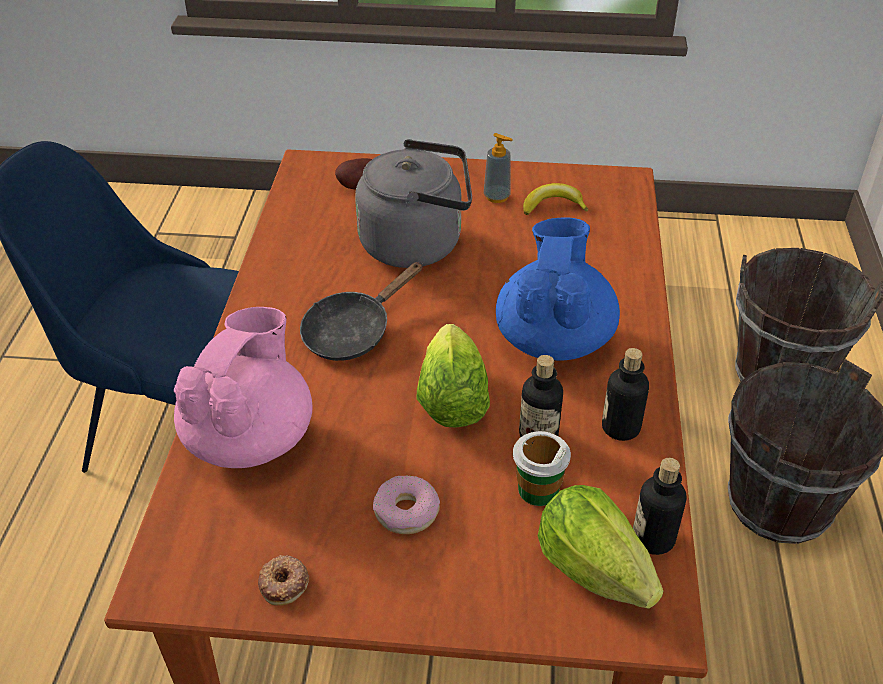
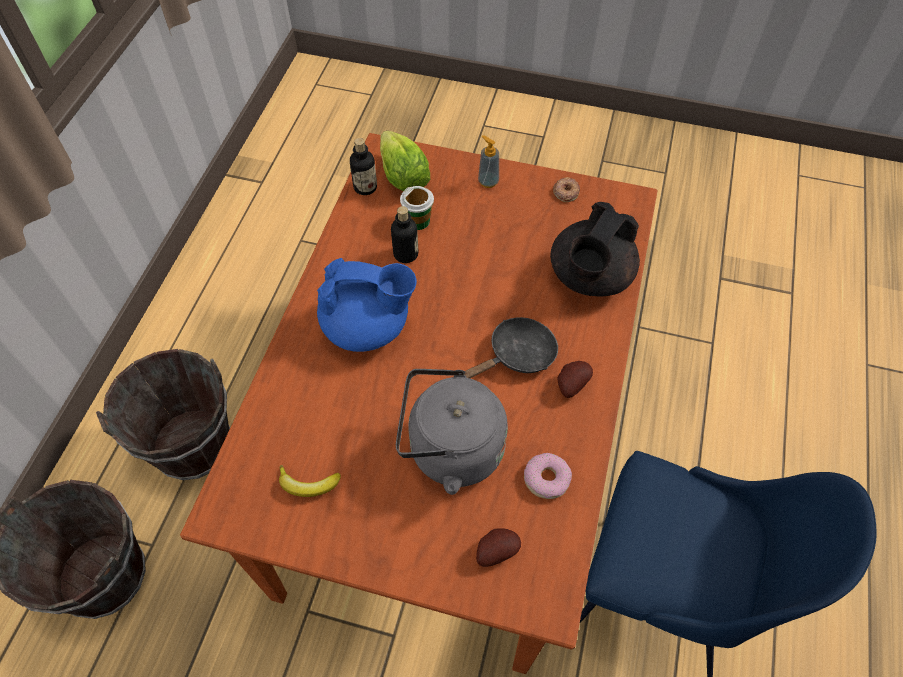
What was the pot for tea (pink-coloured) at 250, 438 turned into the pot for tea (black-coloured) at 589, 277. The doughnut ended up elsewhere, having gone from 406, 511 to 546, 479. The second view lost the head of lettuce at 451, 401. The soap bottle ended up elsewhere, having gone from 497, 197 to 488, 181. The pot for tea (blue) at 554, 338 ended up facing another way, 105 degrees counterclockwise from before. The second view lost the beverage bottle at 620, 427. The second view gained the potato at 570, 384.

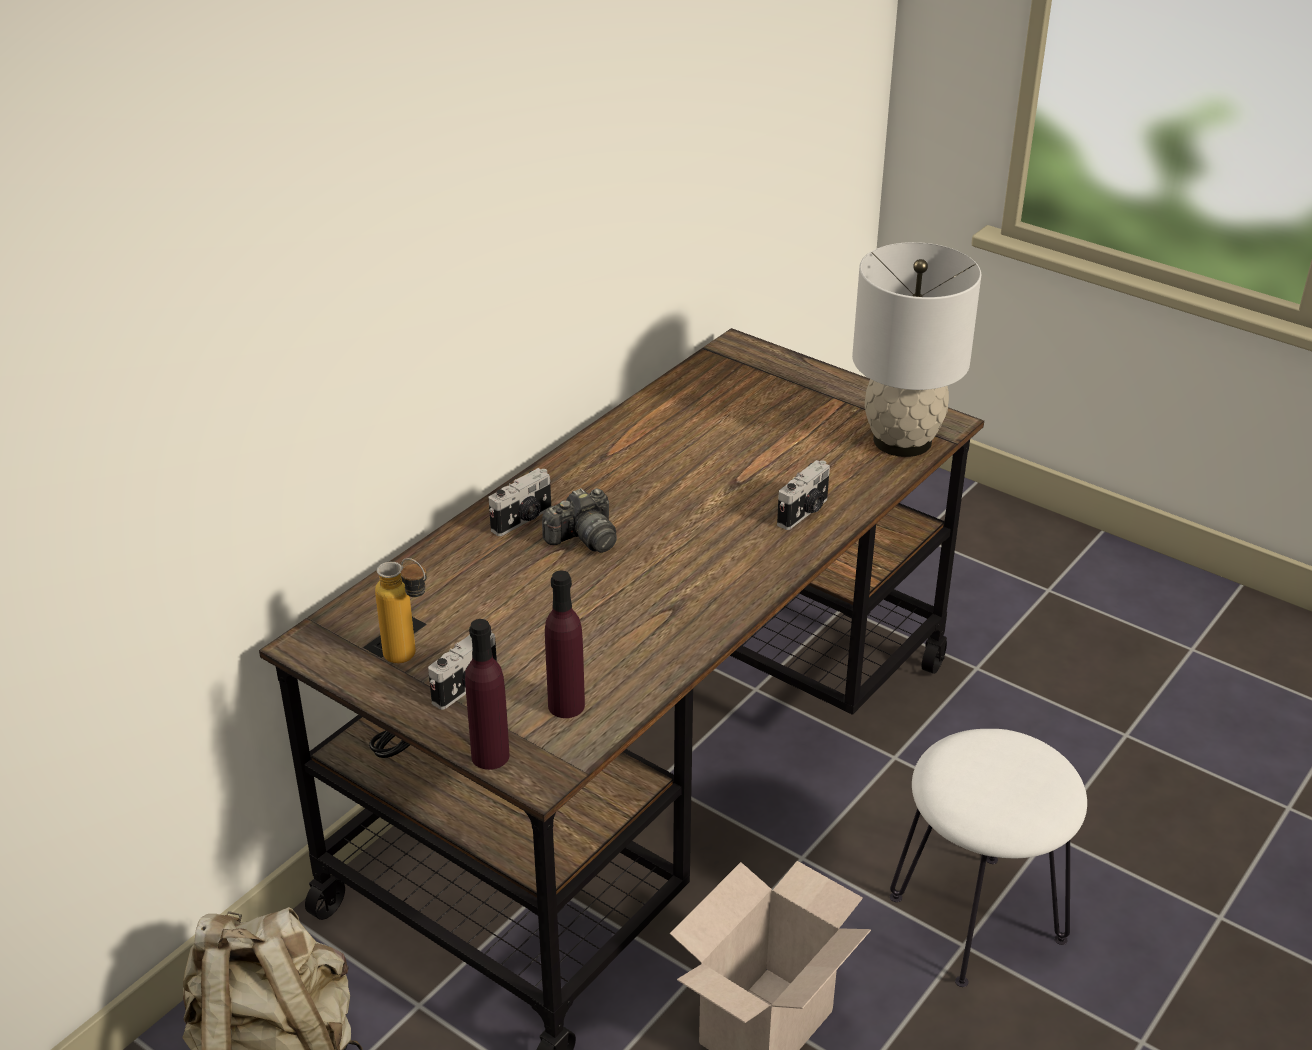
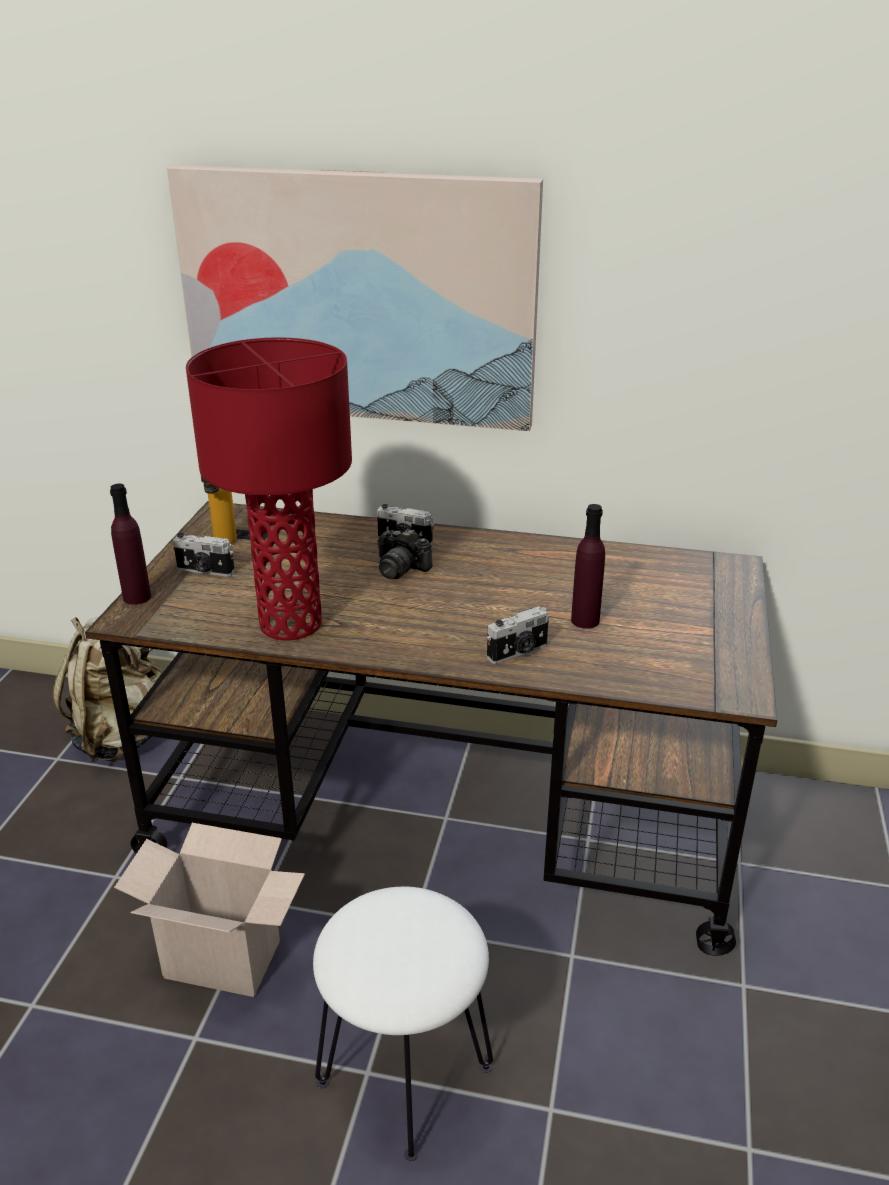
The beverage bottle (purple-coloured) ended up elsewhere, having gone from 566, 705 to 585, 620. The still camera at 804, 512 ended up facing another way, 45 degrees counterclockwise from before. The second view lost the lamp for a table (whitish) at 903, 441. The second view gained the picture at 358, 298. The second view gained the lamp for a table (red) at 290, 624.

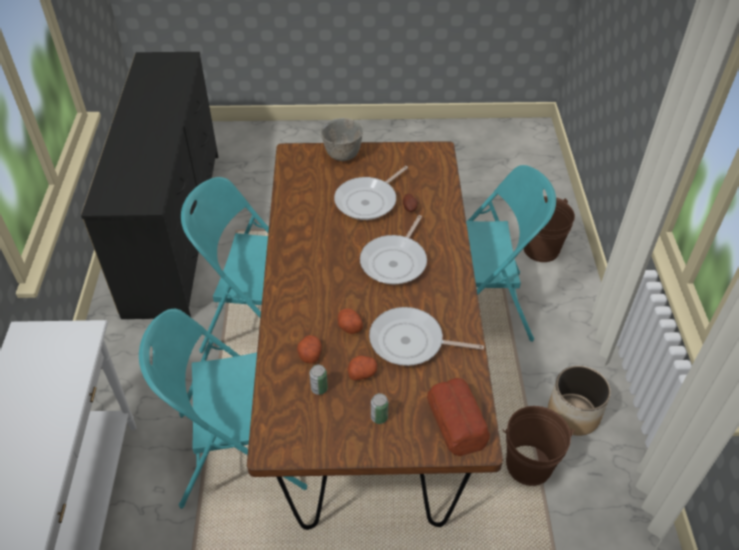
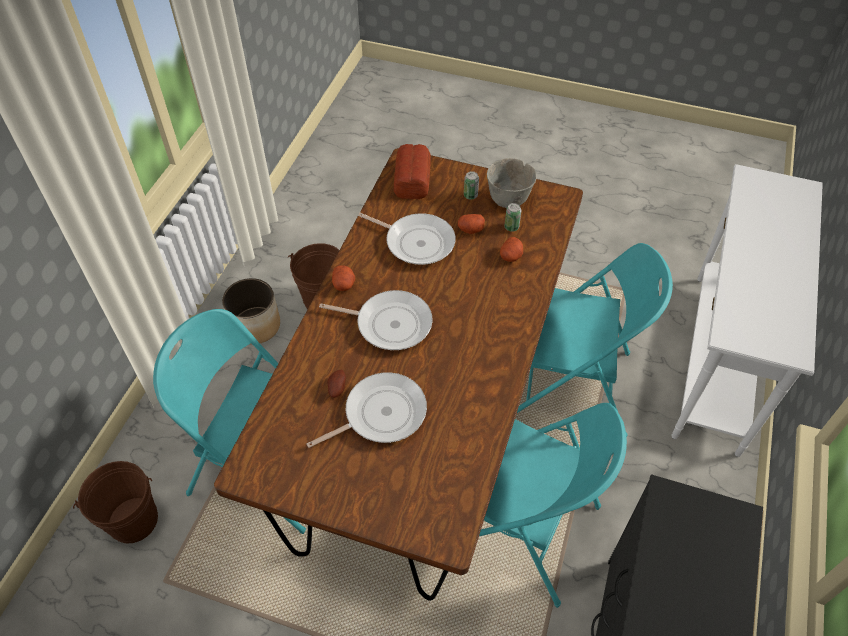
The serving bowl (gray) ended up elsewhere, having gone from 342, 155 to 509, 199. The potato ended up elsewhere, having gone from 349, 326 to 344, 284. The pan at 395, 261 ended up facing another way, 60 degrees clockwise from before.

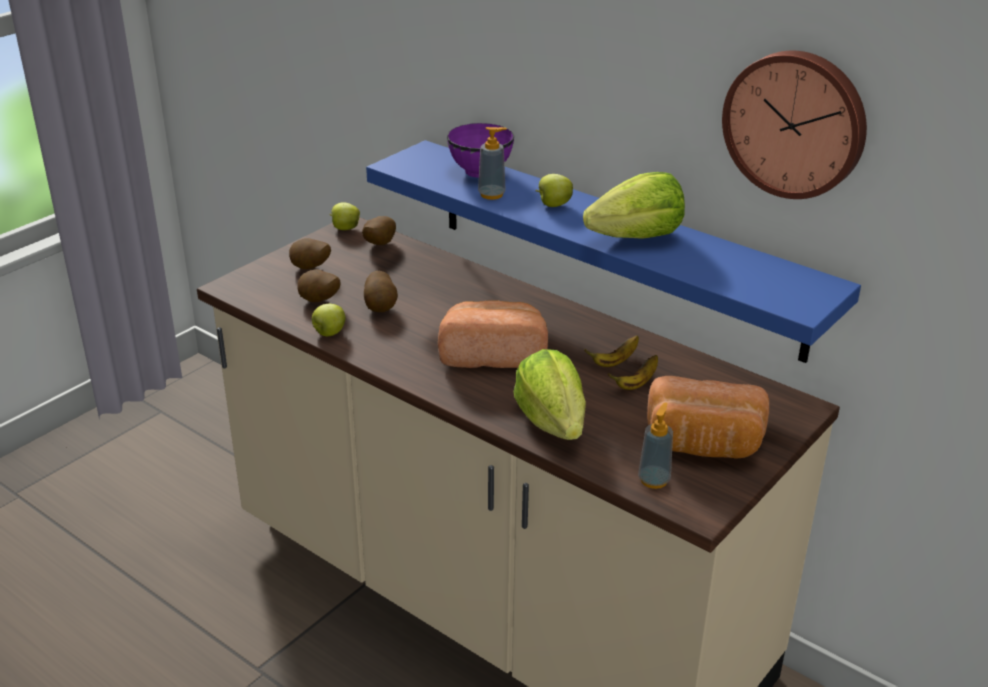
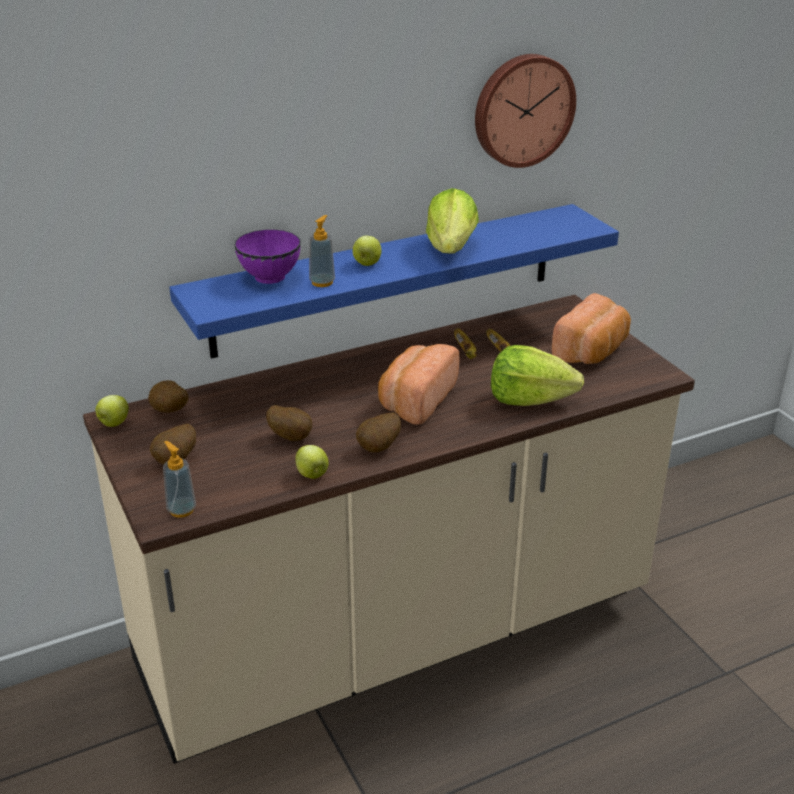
The potato ended up elsewhere, having gone from 319, 302 to 380, 448. The soap bottle ended up elsewhere, having gone from 654, 480 to 181, 510.

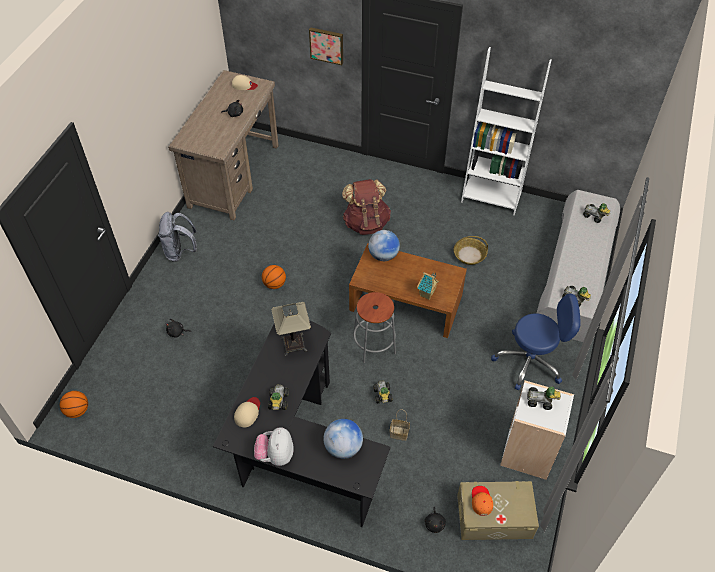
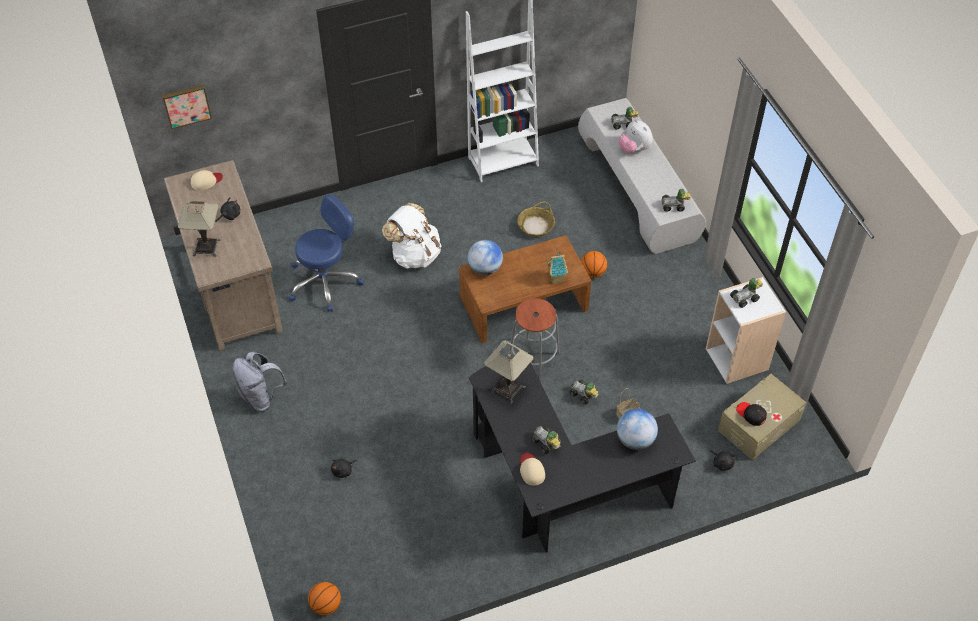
The plush toy ended up elsewhere, having gone from 275, 455 to 634, 149. The ball for basketball ended up elsewhere, having gone from 274, 284 to 592, 273. The picture ended up elsewhere, having gone from 327, 45 to 186, 105. What was the rucksack (brownish) at 366, 223 turned into the rucksack (whitish) at 414, 254. What was the cap (orange) at 481, 501 turned into the cap (black-coloured) at 751, 414. The desk chair (blue) ended up elsewhere, having gone from 532, 361 to 327, 280. The second view gained the lamp for a table at 206, 247.

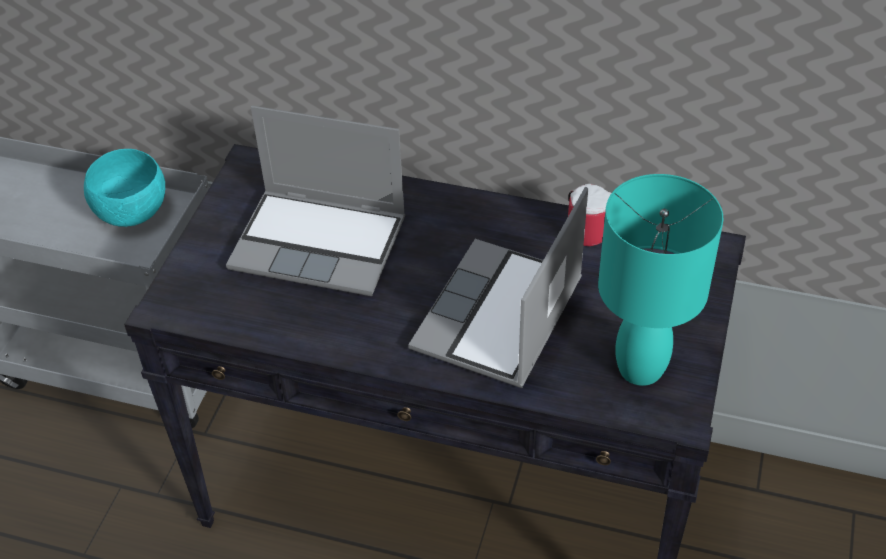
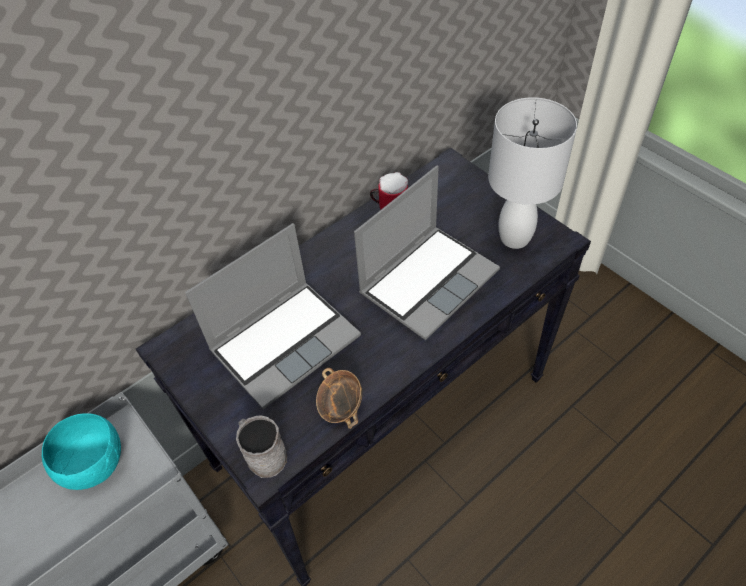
The laptop at 499, 318 ended up facing another way, 105 degrees counterclockwise from before. What was the lamp for a table (blue-green) at 640, 367 turned into the lamp for a table (whitish) at 513, 237. The second view gained the tea mug (gray) at 263, 454. The second view gained the serving bowl at 340, 407.

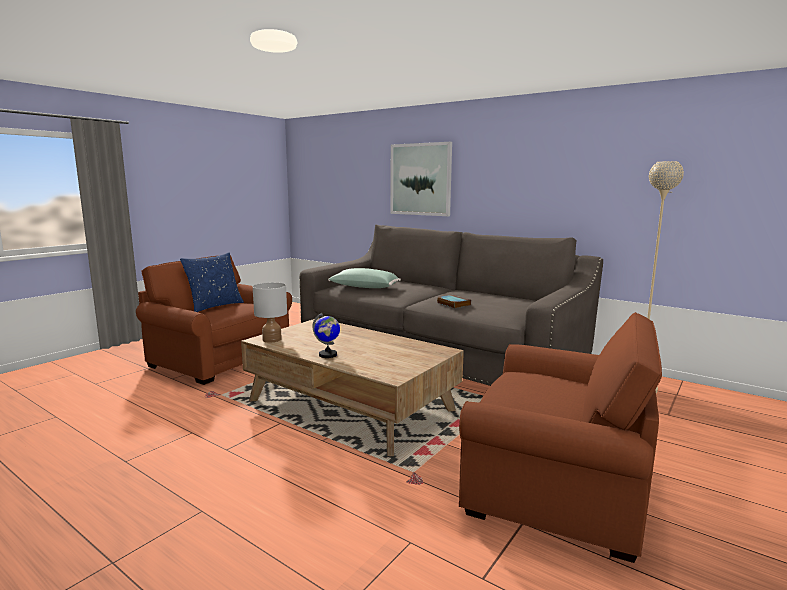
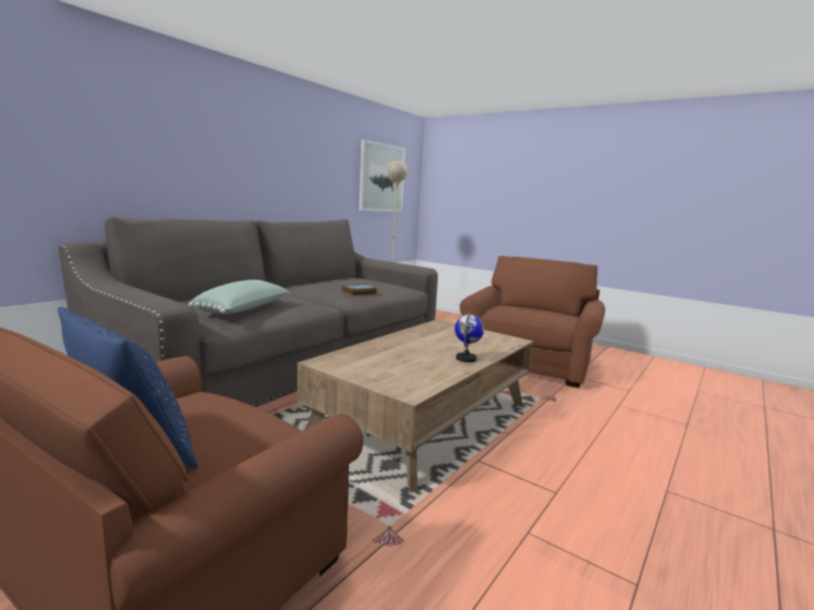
The second view lost the lamp for a table (gray) at 271, 339. The picture ended up elsewhere, having gone from 420, 179 to 382, 178.

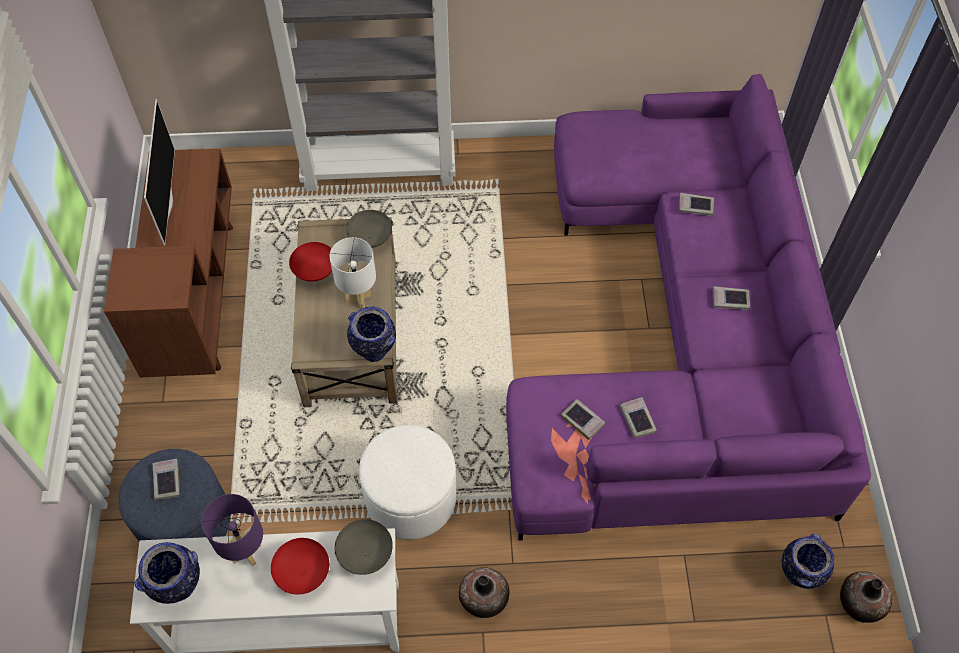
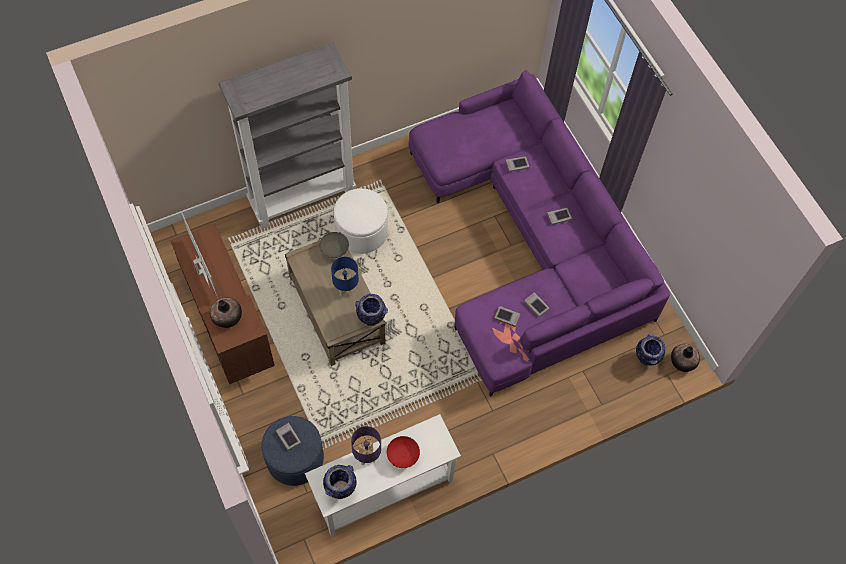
The second view lost the serving bowl (red) at 314, 270. What was the lamp for a table (whitish) at 358, 298 turned into the lamp for a table (blue) at 346, 290. The second view lost the serving bowl (gray) at 365, 554. The pouffe (whitish) ended up elsewhere, having gone from 411, 497 to 361, 231. The flower vase ended up elsewhere, having gone from 484, 598 to 227, 317.

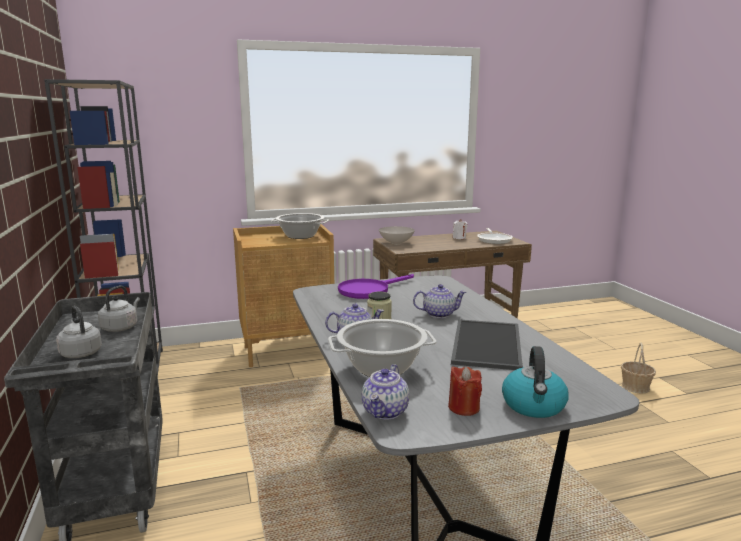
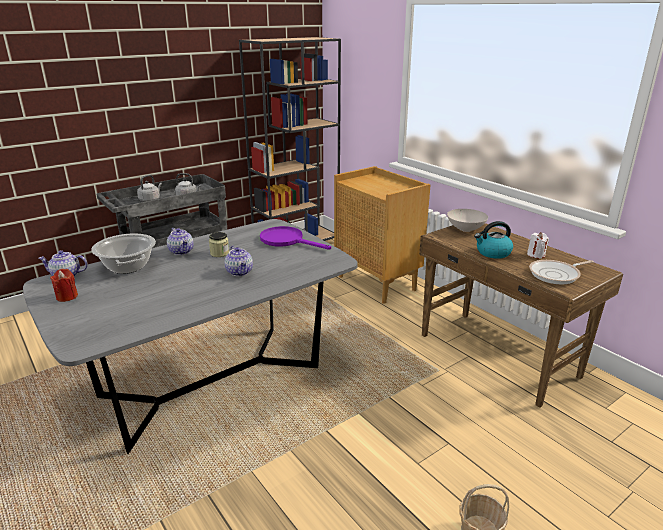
The second view lost the saucepot at 300, 236. The second view lost the tray at 485, 343. The water kettle ended up elsewhere, having gone from 534, 406 to 492, 253.

